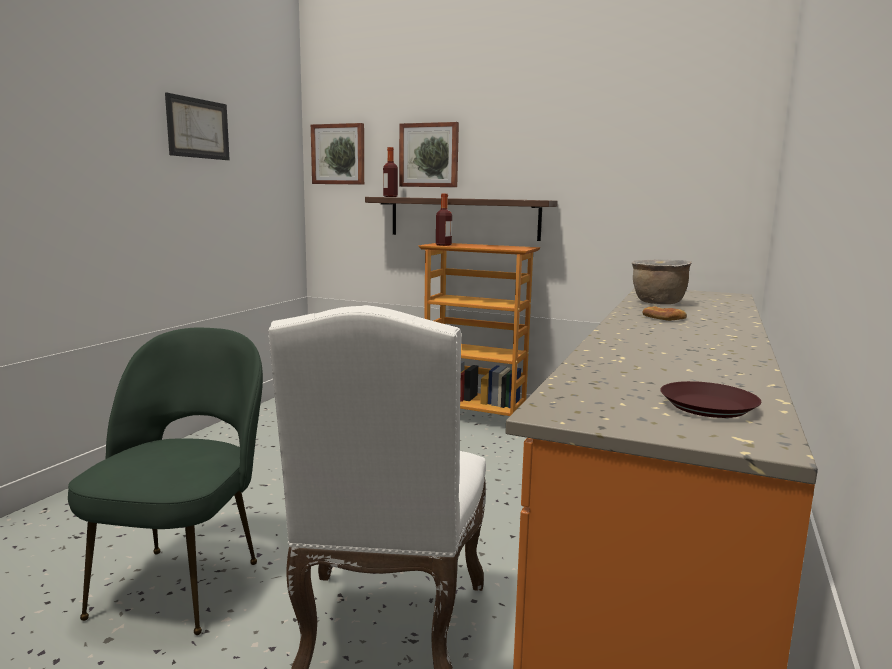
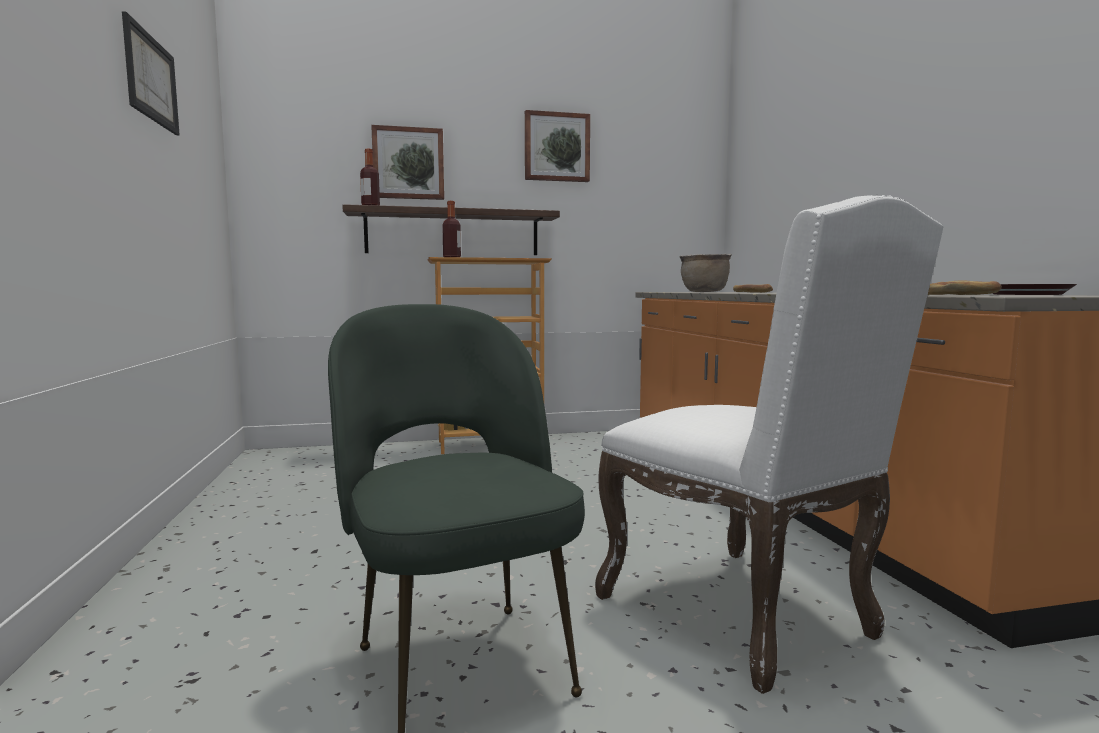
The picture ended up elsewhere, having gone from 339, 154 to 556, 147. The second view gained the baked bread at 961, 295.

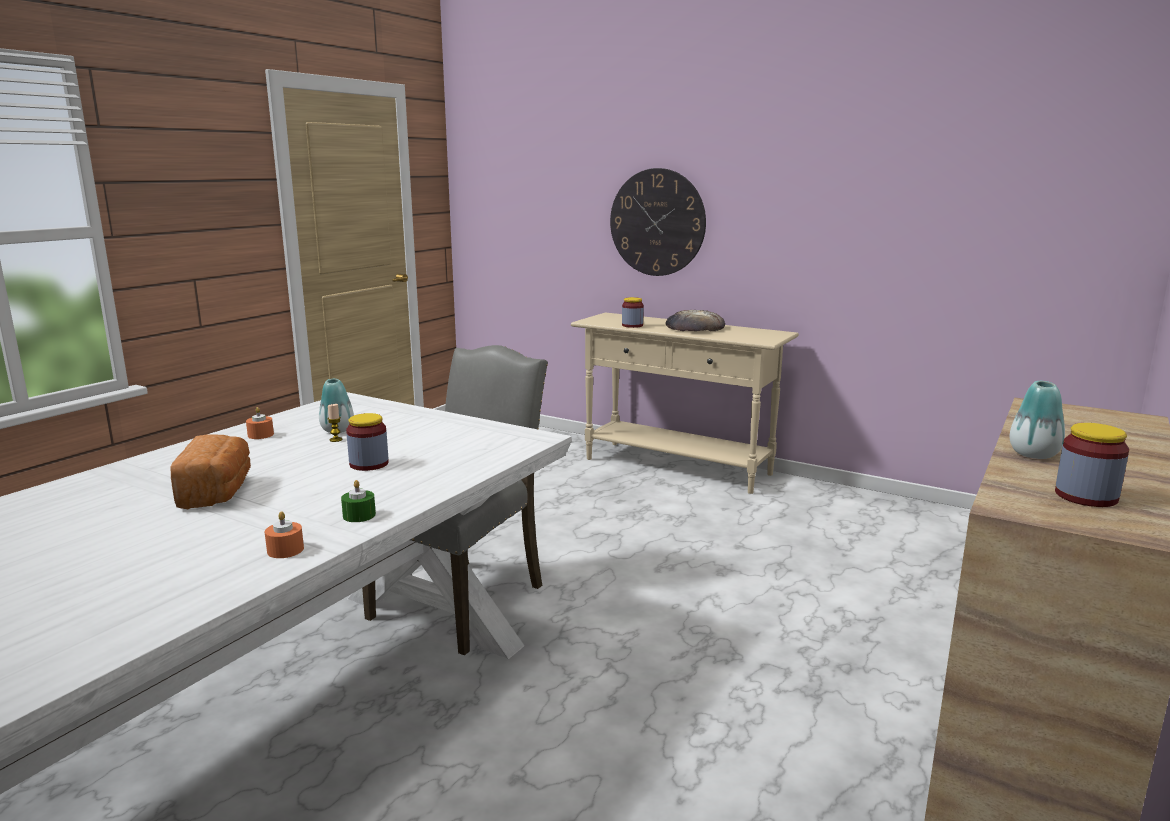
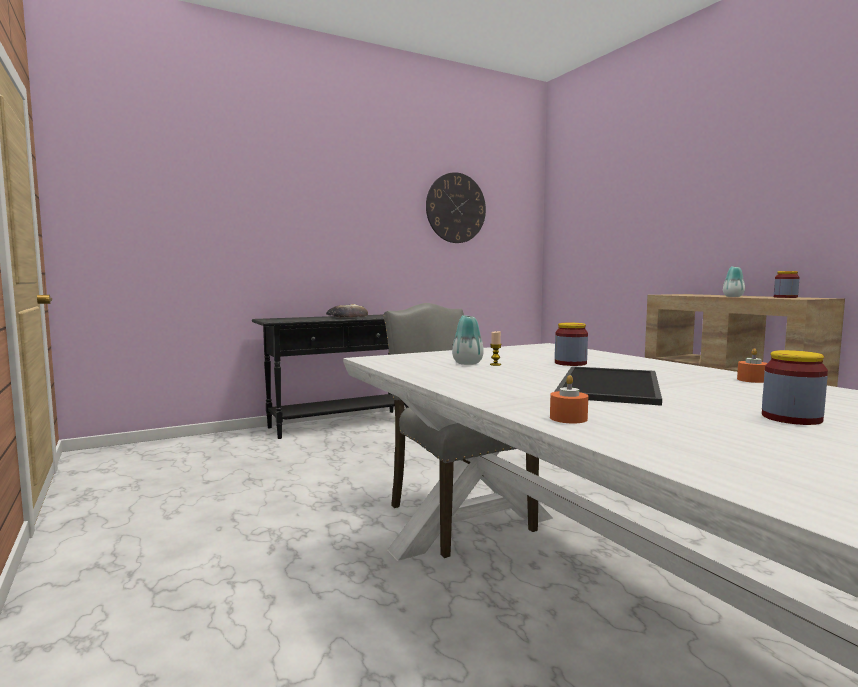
Where the baked bread stood at 218, 492, the tray came to stand at 612, 386. The wax candle (orange) ended up elsewhere, having gone from 260, 435 to 568, 418. The second view lost the wax candle (green-coloured) at 359, 515. What was the hall table (beige-coloured) at 677, 467 turned into the hall table (black-coloured) at 341, 424. The hanging clock ended up elsewhere, having gone from 657, 222 to 456, 208. The storage jar ended up elsewhere, having gone from 632, 325 to 791, 418.

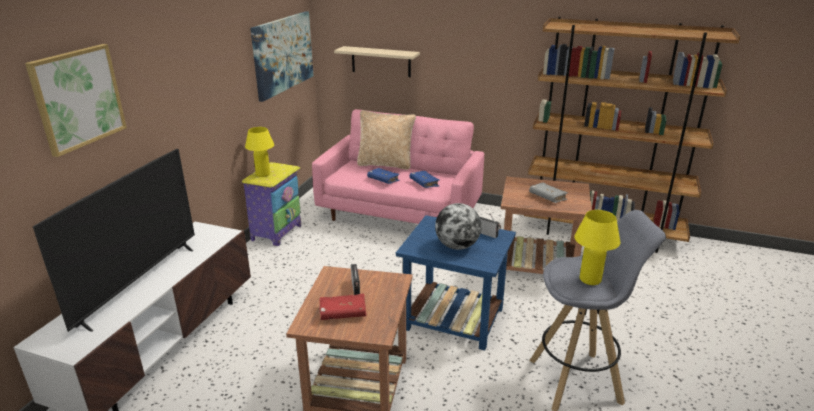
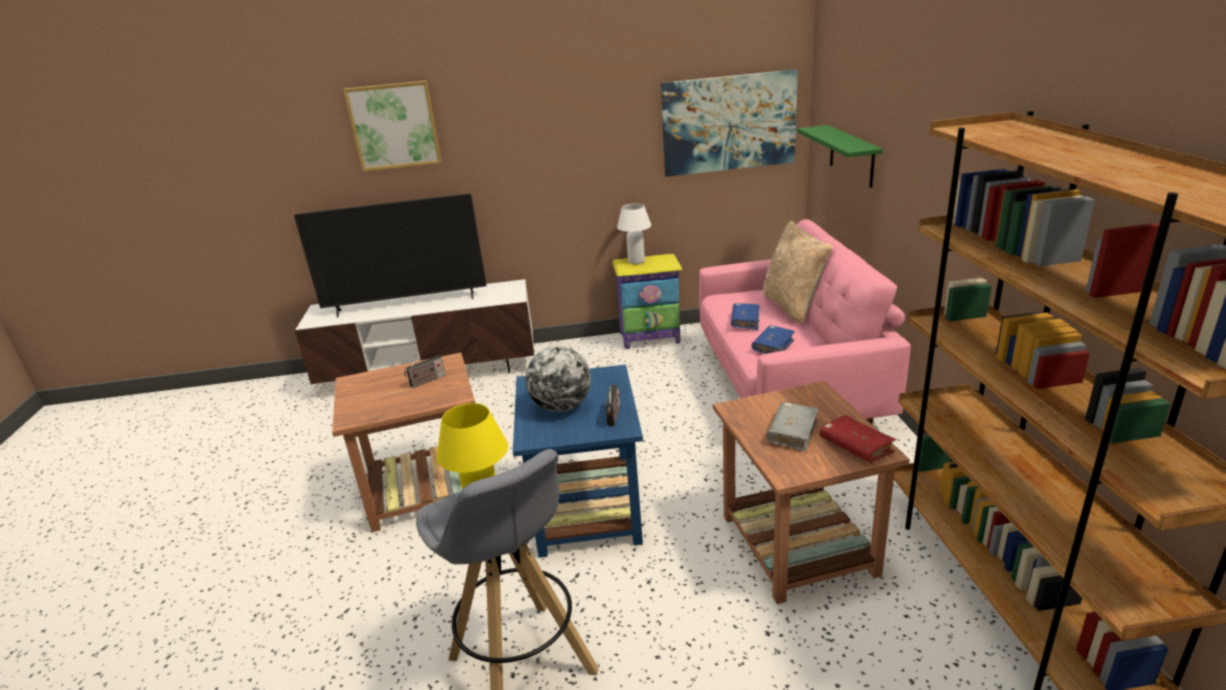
What was the lamp for a table (yellow) at 263, 174 turned into the lamp for a table (whitish) at 636, 261. The volume (red) ended up elsewhere, having gone from 343, 313 to 855, 446. What was the bracket shelf (beige-coloured) at 381, 61 turned into the bracket shelf (green-coloured) at 851, 156.

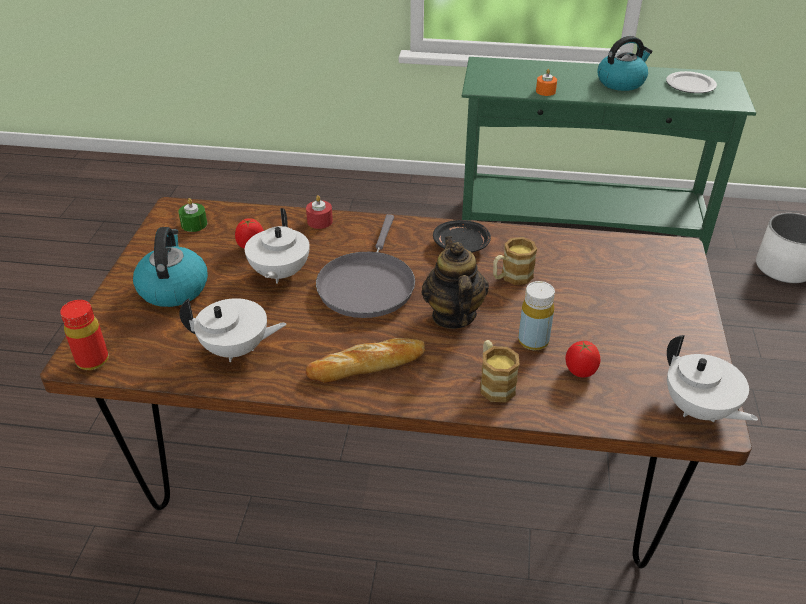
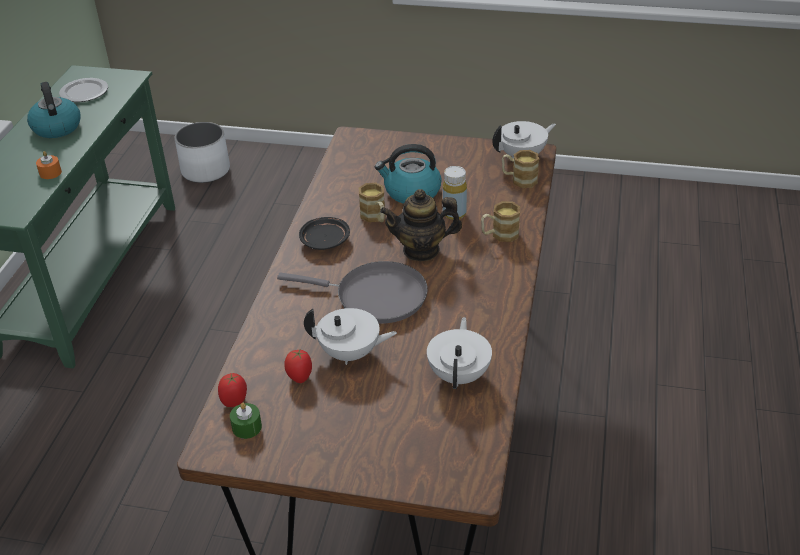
The second view lost the beverage bottle (red) at 92, 360. The water kettle ended up elsewhere, having gone from 173, 288 to 411, 192. The second view lost the wax candle (red) at 319, 221. The second view lost the baked bread at 367, 365. The whole tomato ended up elsewhere, having gone from 580, 372 to 234, 401. The second view gained the tea mug at 519, 179.

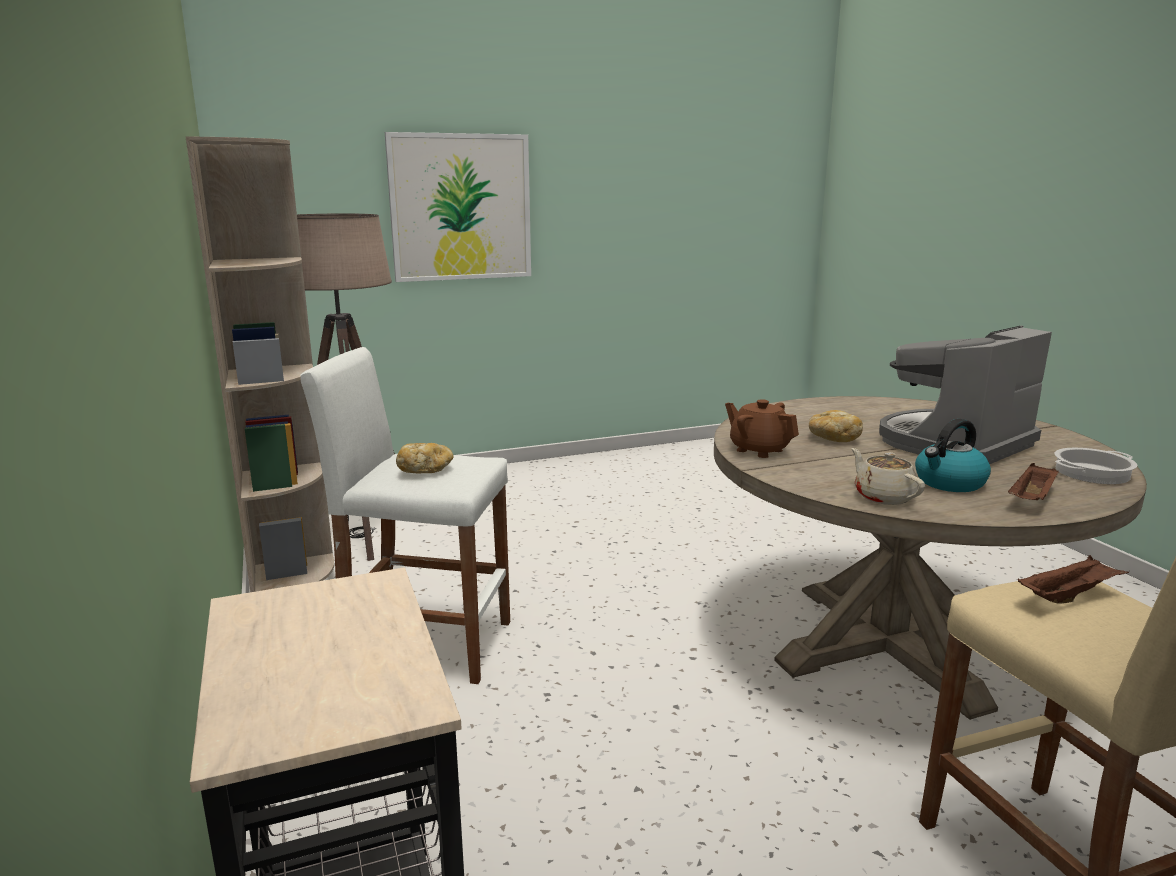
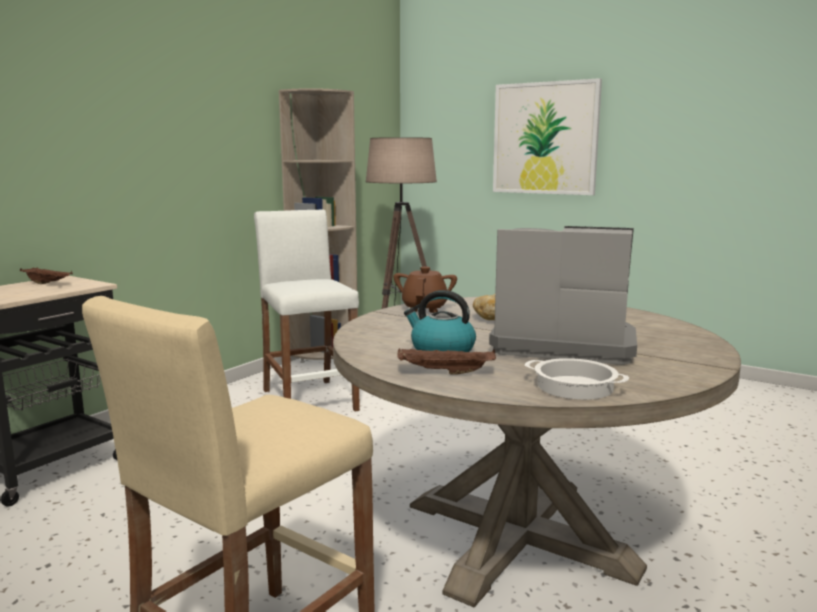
The second view lost the baked bread at 425, 470. The second view lost the pot for tea (beige-coloured) at 883, 497. The tray (brownish) ended up elsewhere, having gone from 1068, 595 to 48, 284.

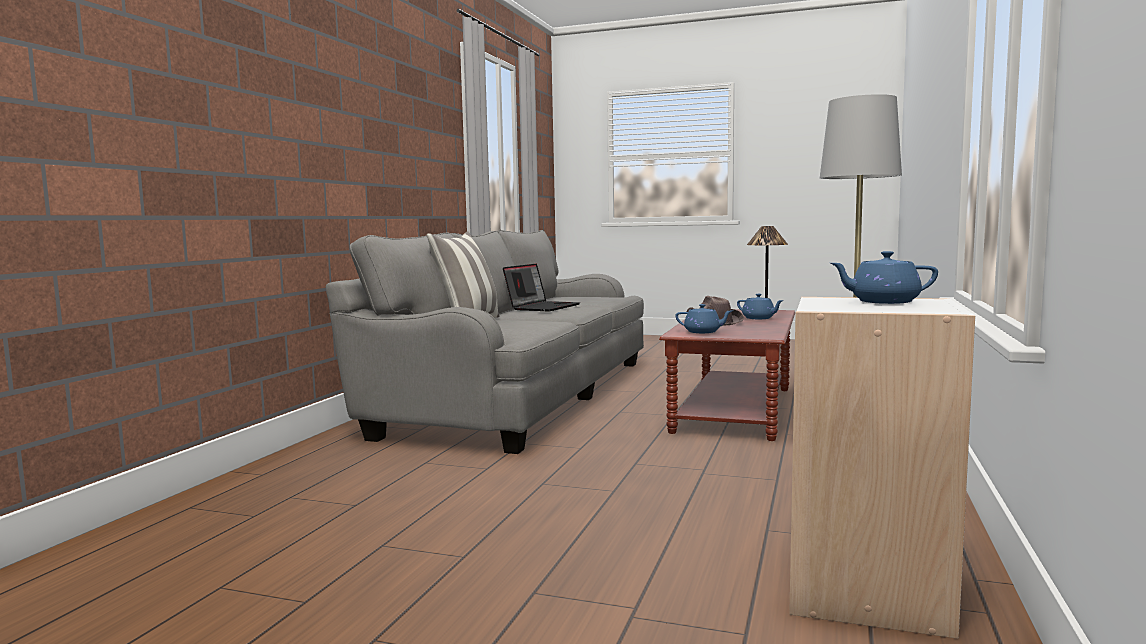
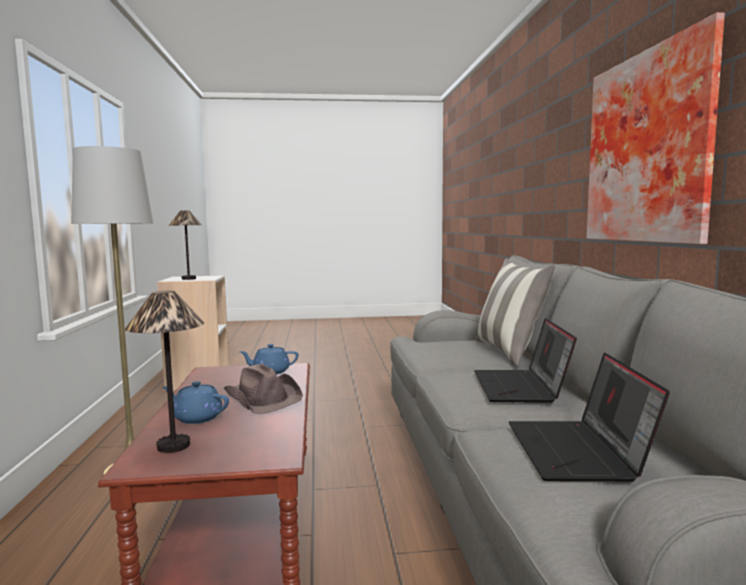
Where the pot for tea (blue) stood at 883, 302, the lamp for a table came to stand at 188, 279. The second view gained the laptop at 578, 452. The second view gained the picture at 651, 148.

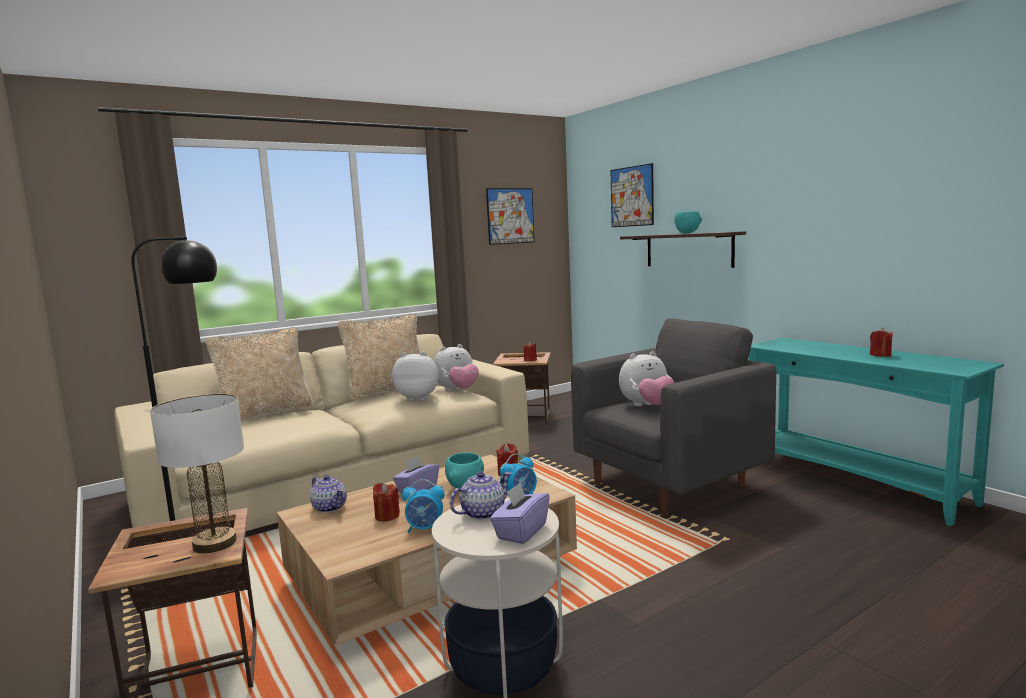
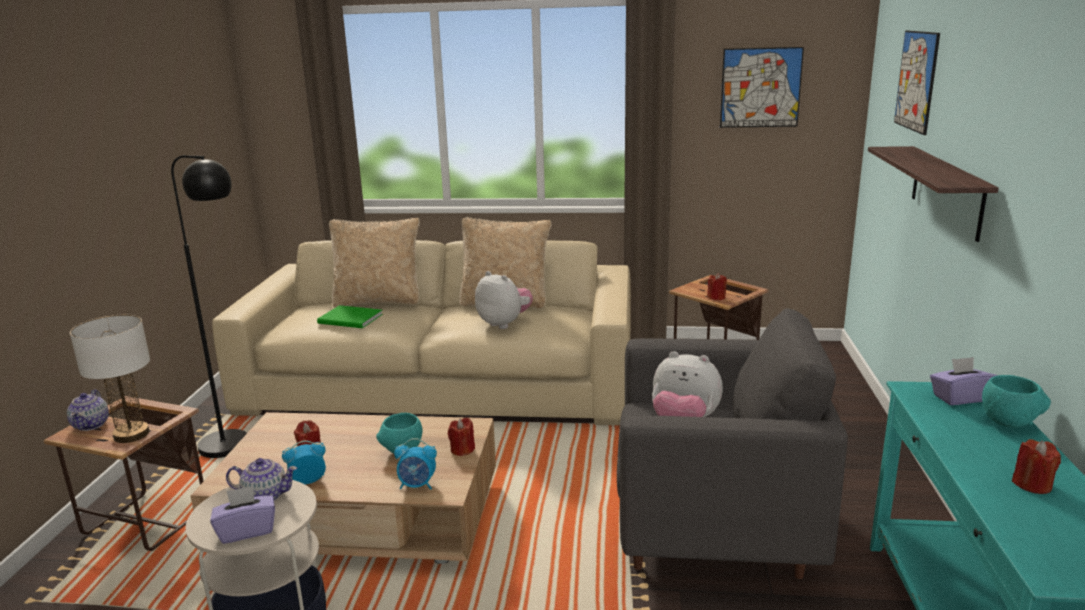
The pot for tea ended up elsewhere, having gone from 330, 507 to 91, 424. The box of tissues (purple-coloured) ended up elsewhere, having gone from 417, 489 to 959, 398. The alarm clock at 425, 529 ended up facing another way, 120 degrees clockwise from before. The second view lost the plush toy at 457, 391. The serving bowl (blue-green) ended up elsewhere, having gone from 687, 233 to 1009, 424. The second view gained the volume (green-coloured) at 351, 319.

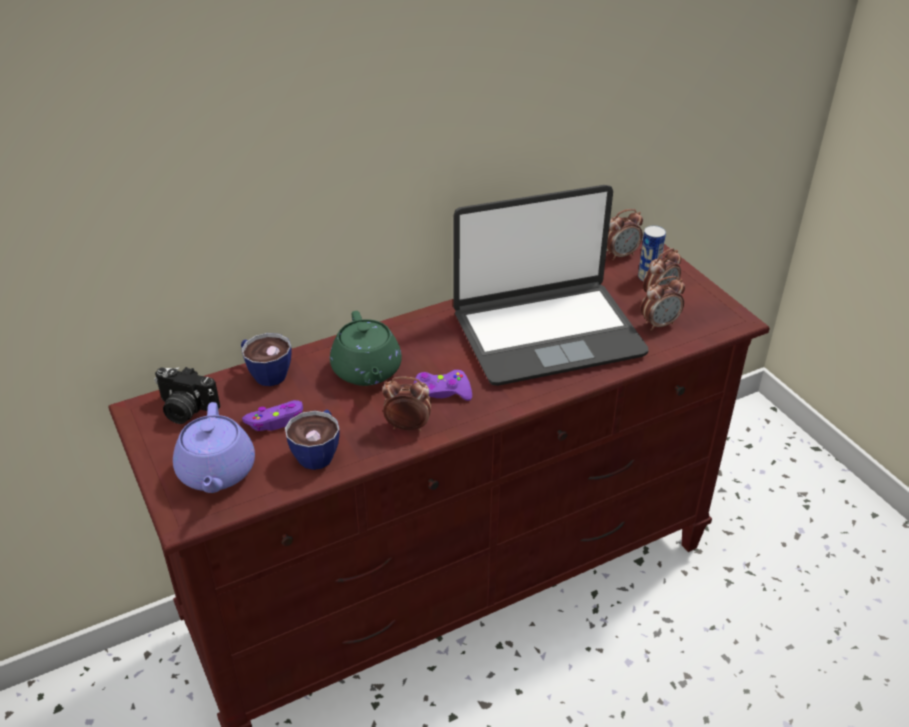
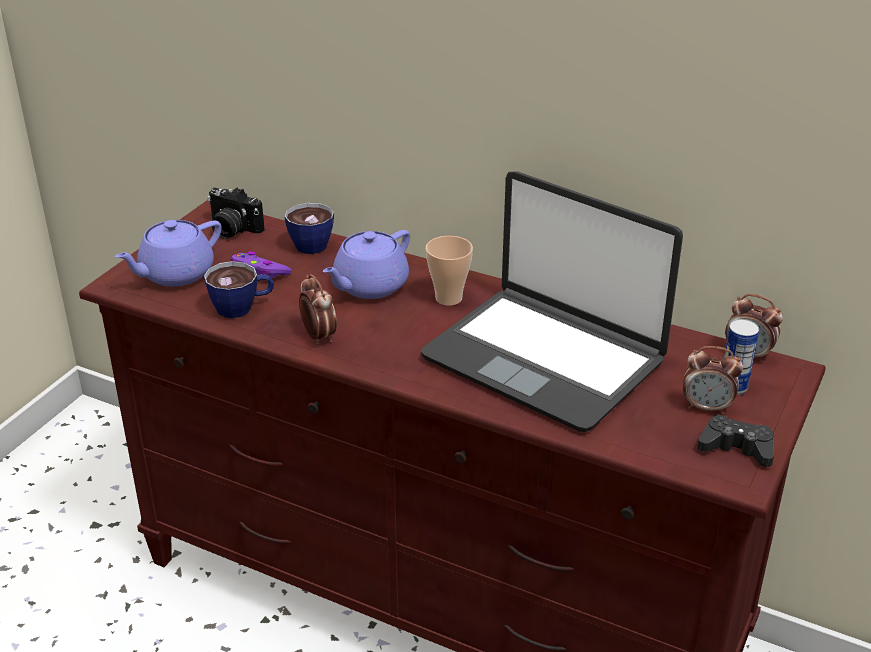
The still camera at 185, 410 ended up facing another way, 45 degrees counterclockwise from before. What was the pot for tea (green-coloured) at 367, 371 turned into the pot for tea (purple-coloured) at 369, 286. The second view lost the gamepad (purple-coloured) at 441, 393. The second view lost the alarm clock at 659, 324. The second view gained the small cup at 448, 298. The second view gained the gamepad (black-coloured) at 736, 448.

